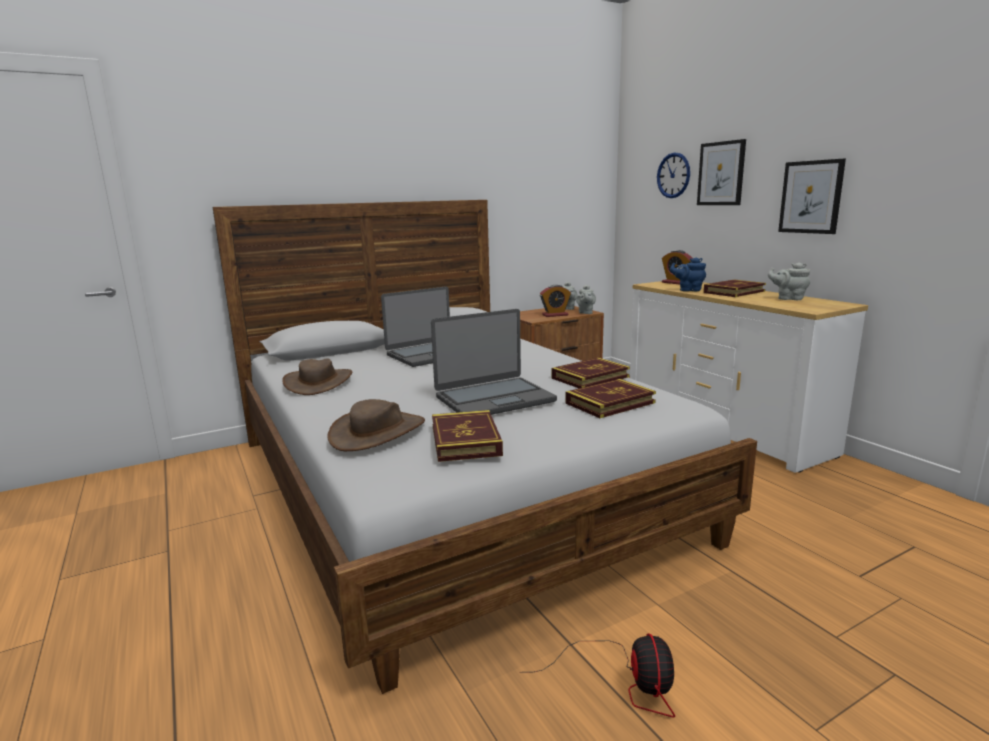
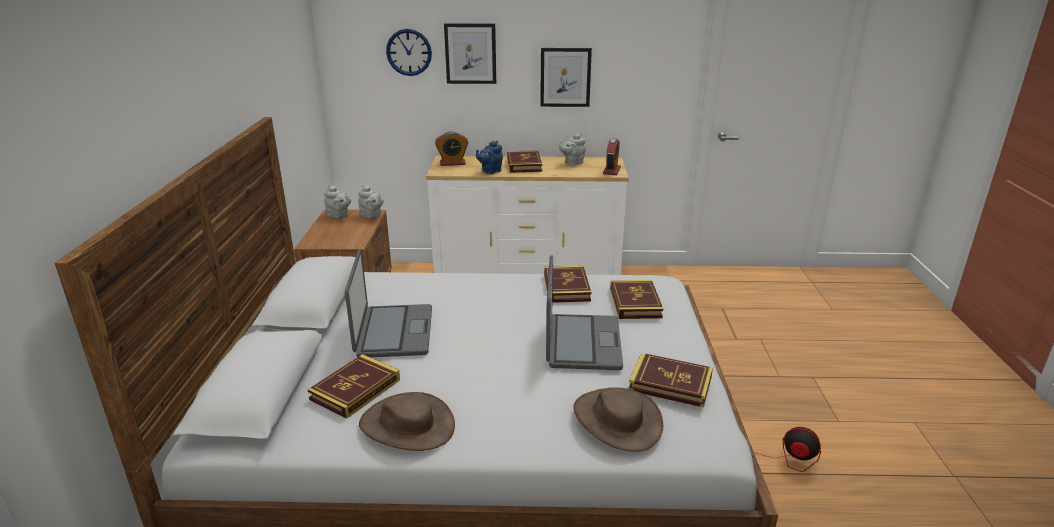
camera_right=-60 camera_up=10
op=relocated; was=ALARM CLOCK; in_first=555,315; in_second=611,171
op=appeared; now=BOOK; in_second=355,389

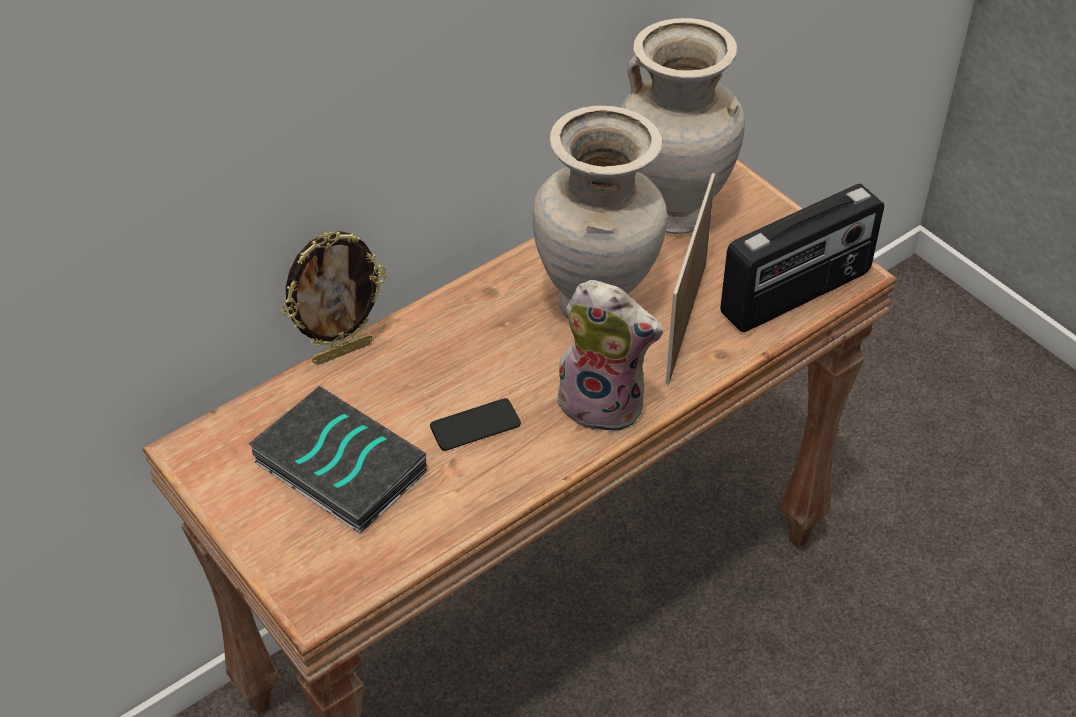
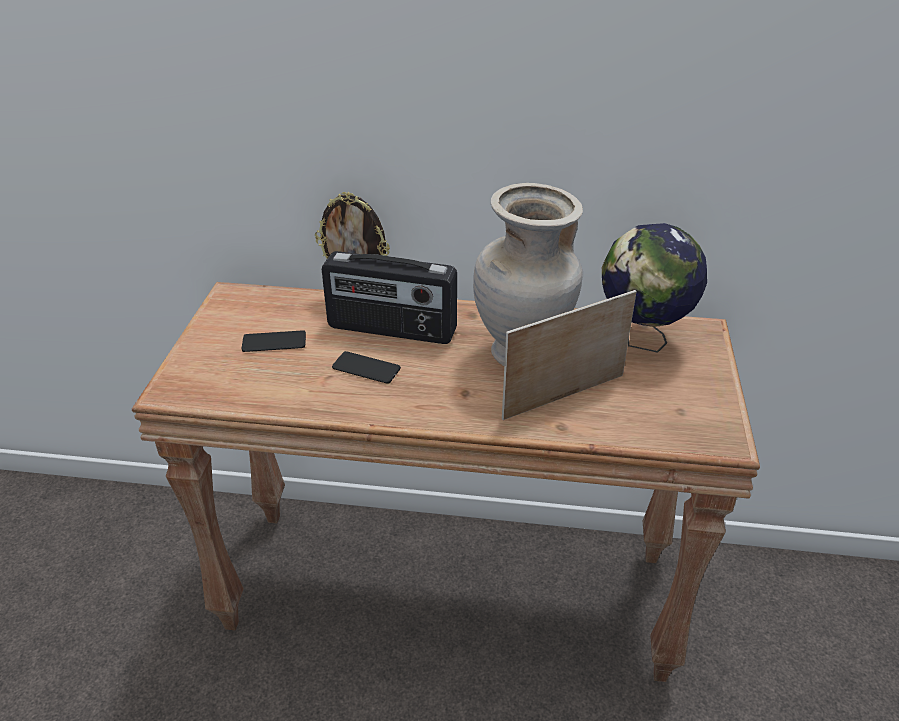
camera_right=45 camera_up=-10
op=exchanged; was=BEIGE VASE; now=GLOBE; in_first=675,212; in_second=642,340
op=relocated; was=RADIO; in_first=797,294; in_second=391,330
op=missing; was=PLUSH TOY; in_first=605,403
op=exchanged; was=BOOK; now=PHONE; in_first=337,468; in_second=274,342

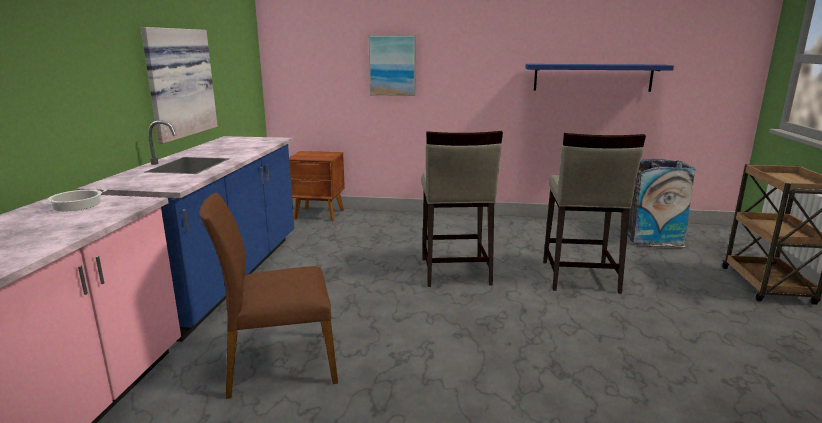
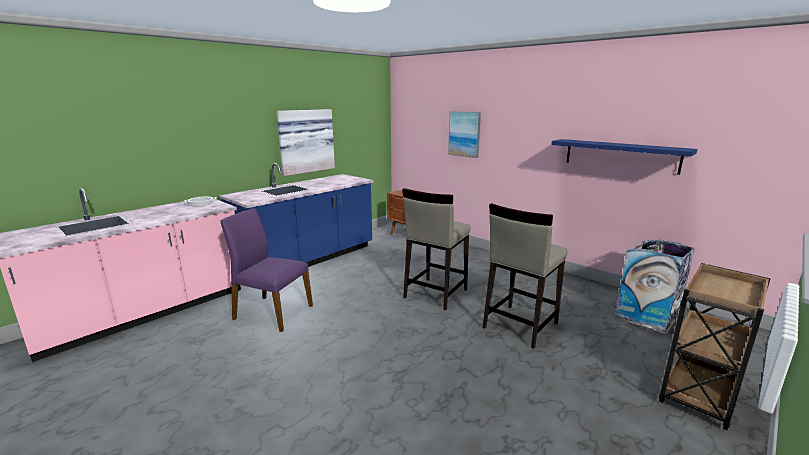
camera_right=35 camera_up=0
op=colour; was=BROWN CHAIR; now=PURPLE CHAIR; in_first=279,364; in_second=272,312

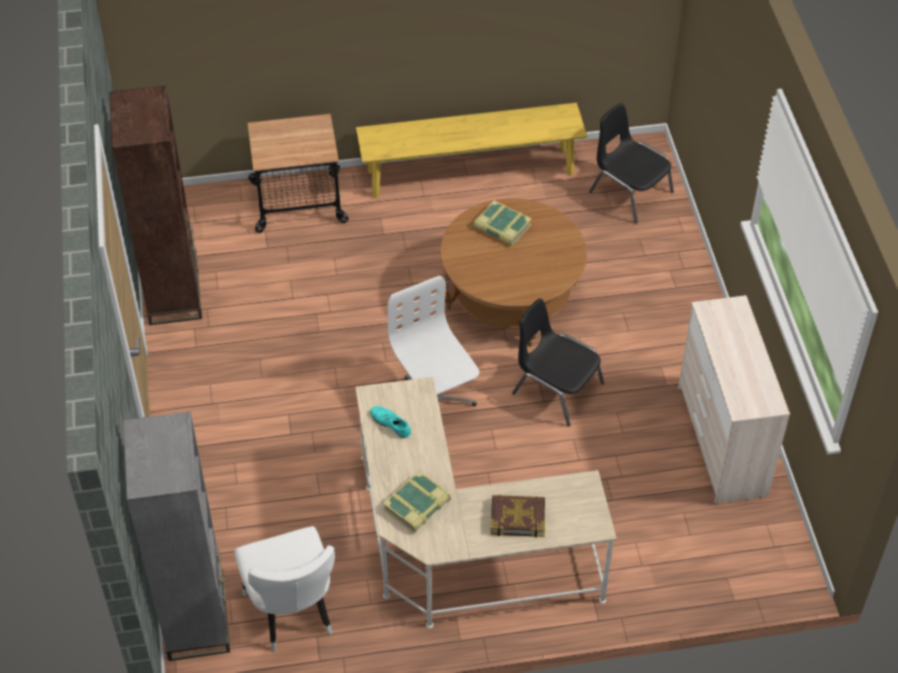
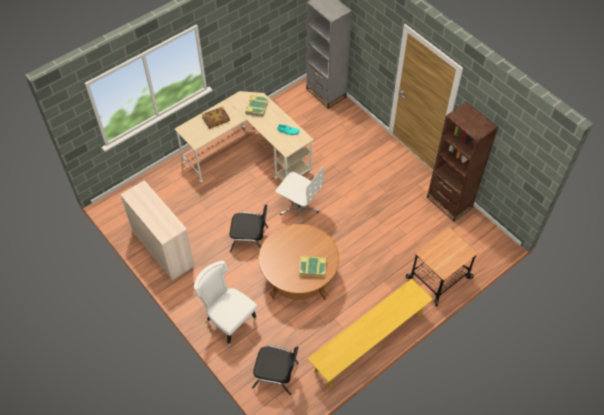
camera_right=150 camera_up=5
op=relocated; was=WHITE CHAIR; in_first=292,614; in_second=228,321

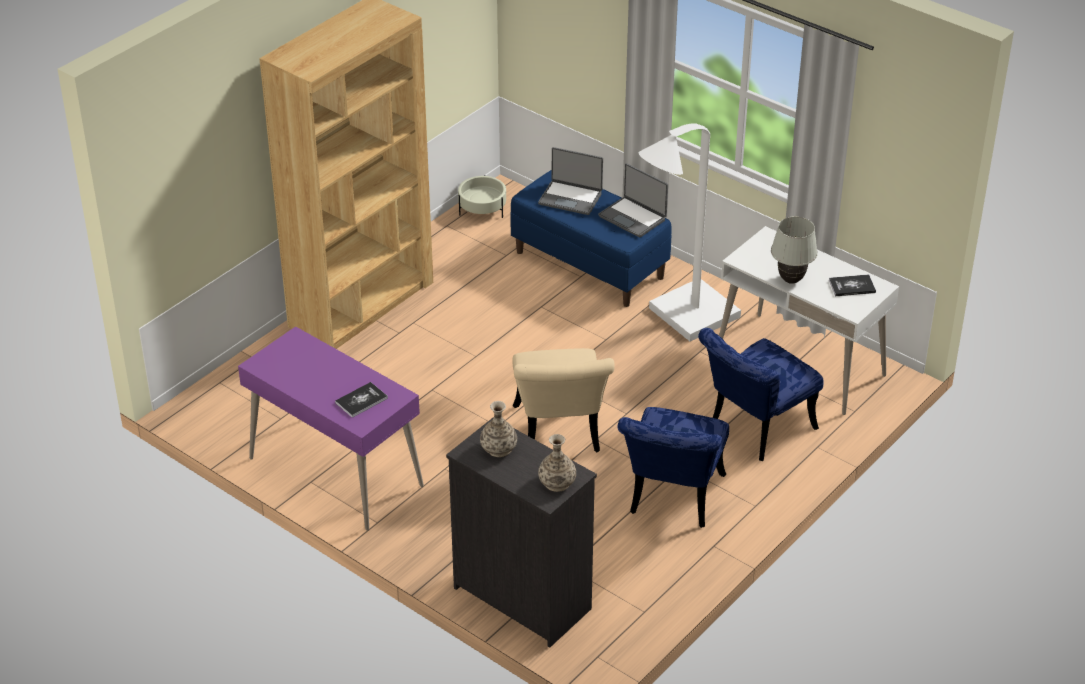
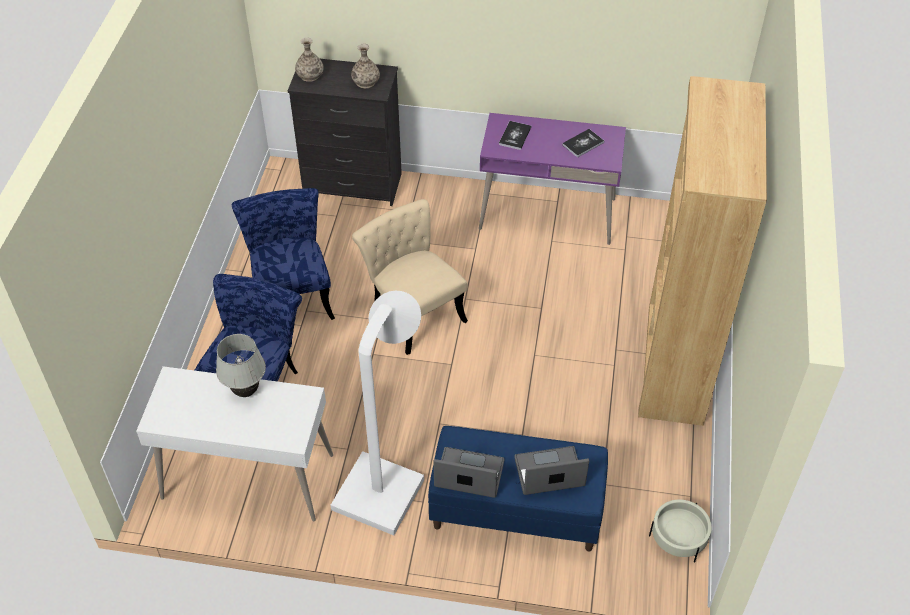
camera_right=150 camera_up=10
op=relocated; was=BOOK; in_first=852,286; in_second=583,143

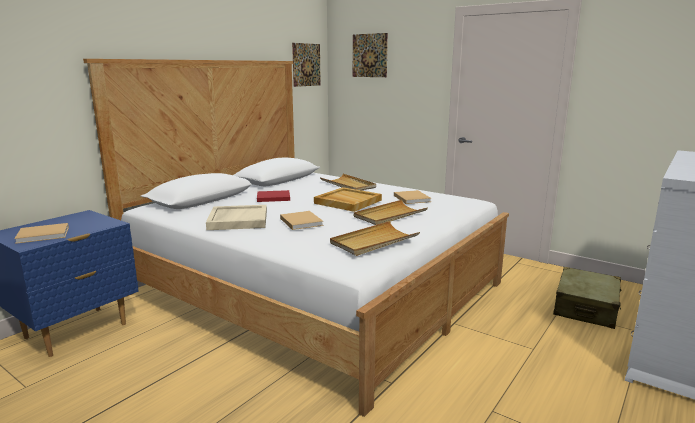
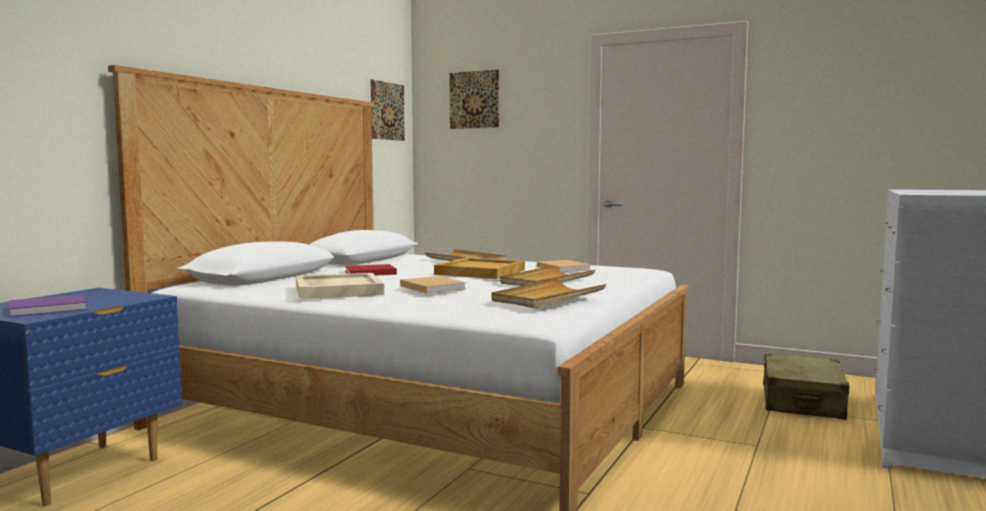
camera_right=-10 camera_up=-10
op=colour; was=BEIGE BOOK; now=PURPLE BOOK; in_first=45,235; in_second=50,308

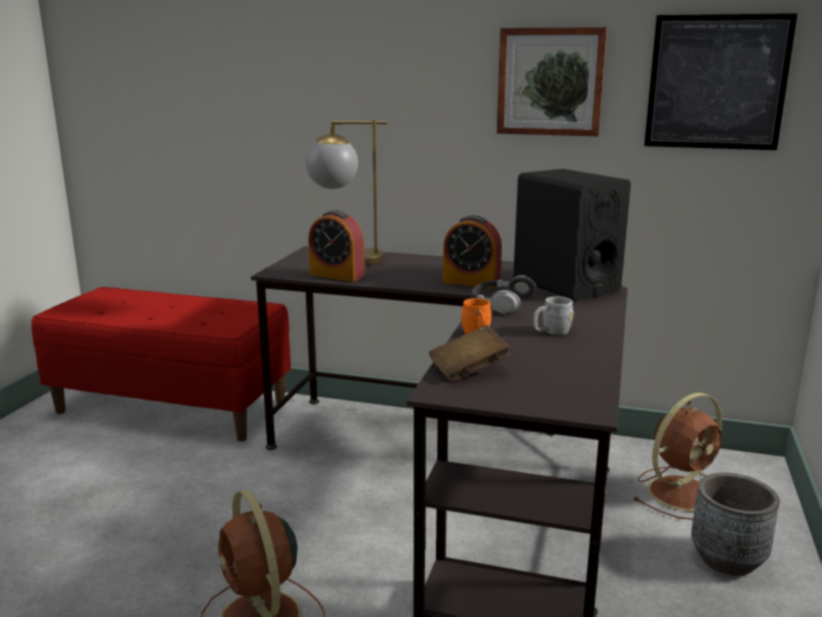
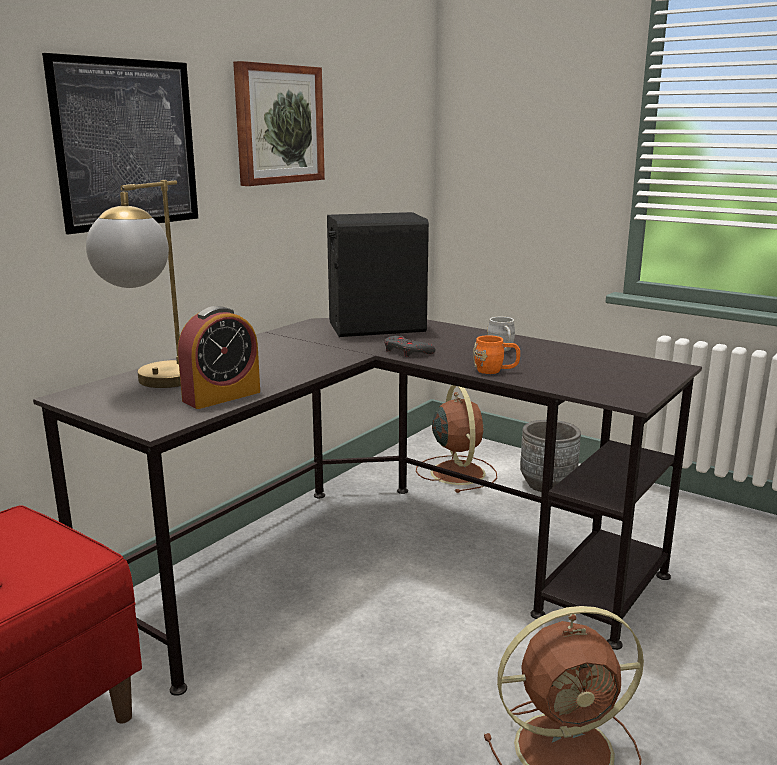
camera_right=-70 camera_up=0
op=relocated; was=PICTURE; in_first=716,82; in_second=127,144
op=missing; was=ALARM CLOCK; in_first=471,282
op=exchanged; was=HEADPHONES; now=GREY GAME CONTROLLER; in_first=500,303; in_second=407,351
op=missing; was=BROWN BOOK; in_first=469,370

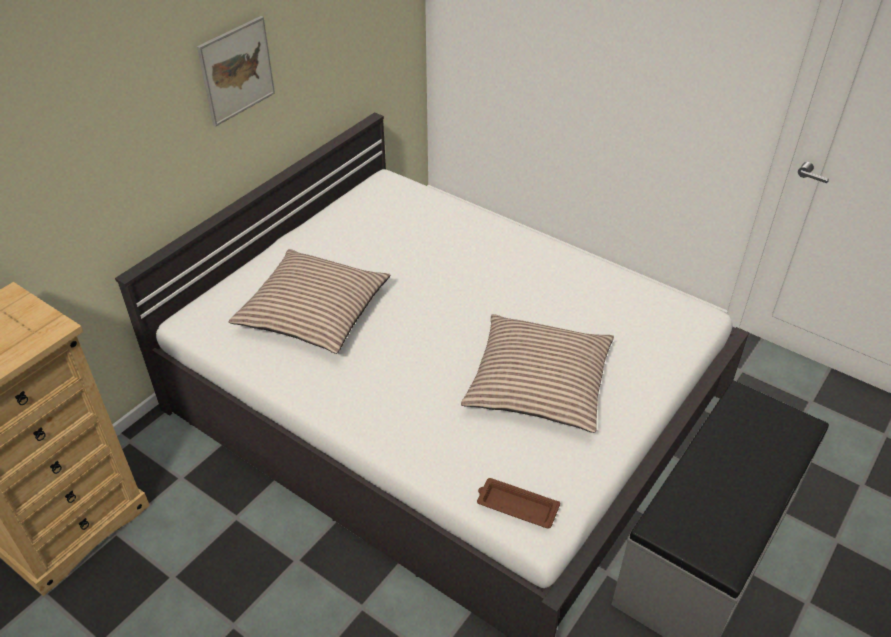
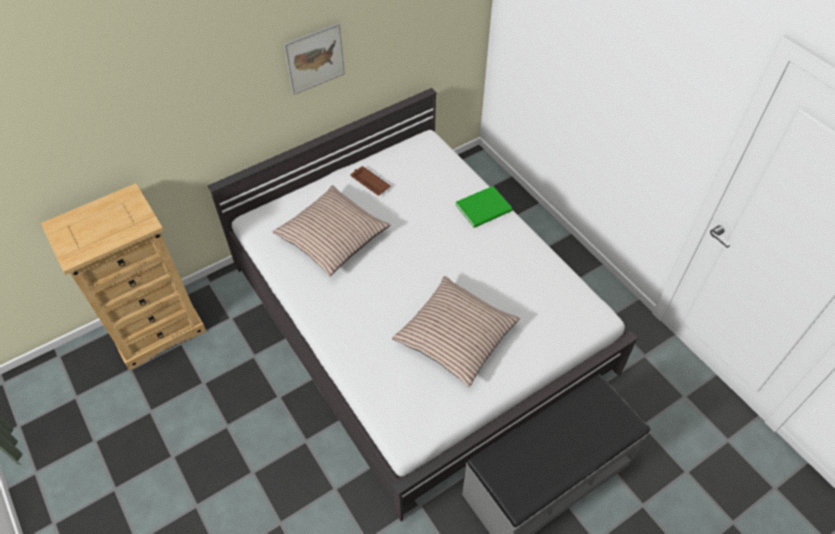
camera_right=20 camera_up=10
op=relocated; was=BROWN TRAY; in_first=516,506; in_second=369,182
op=appeared; now=GREEN BOOK; in_second=485,208

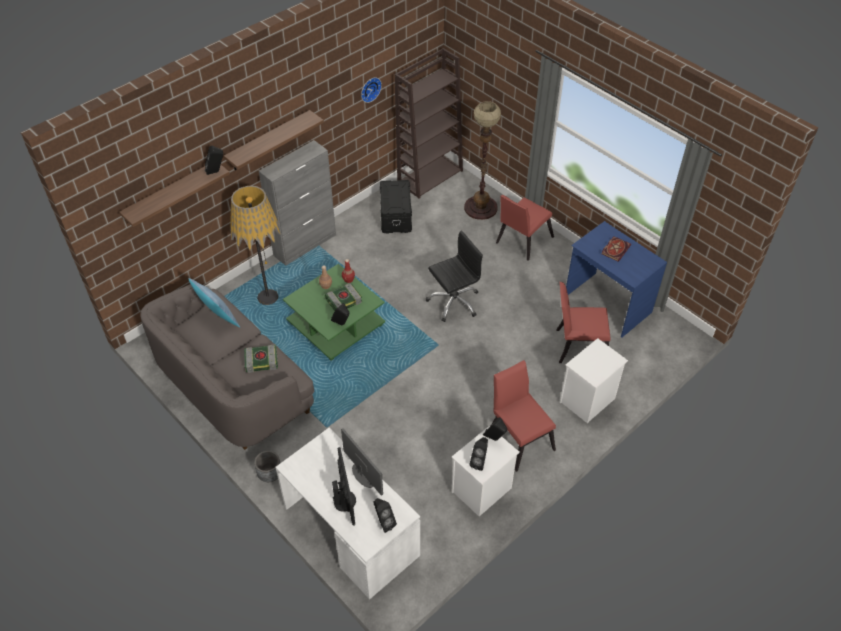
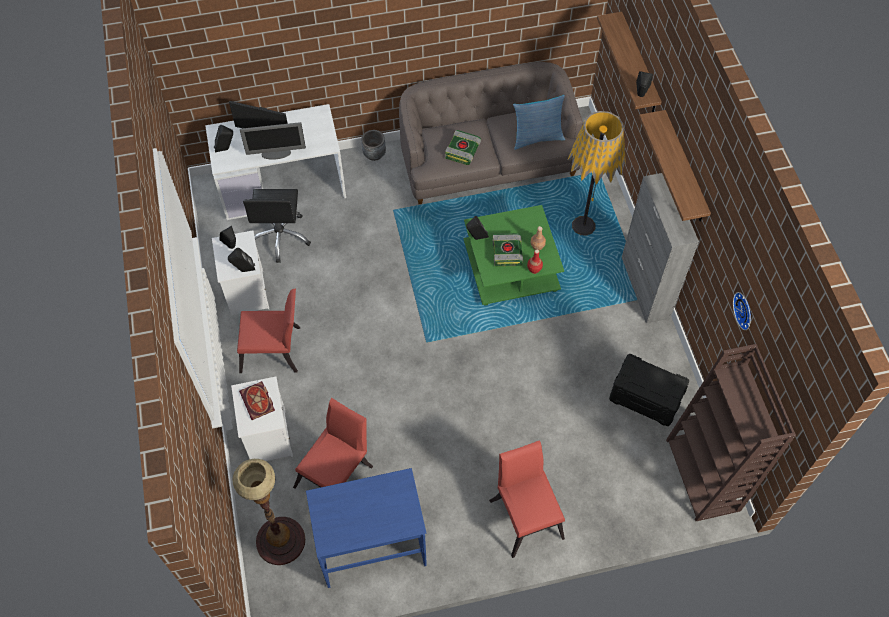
camera_right=120 camera_up=10
op=relocated; was=FLOOR LAMP; in_first=480,208; in_second=280,540
op=relocated; was=BLACK OFFICE CHAIR; in_first=453,302; in_second=281,237
op=relocated; was=BOOK; in_first=615,249; in_second=258,402

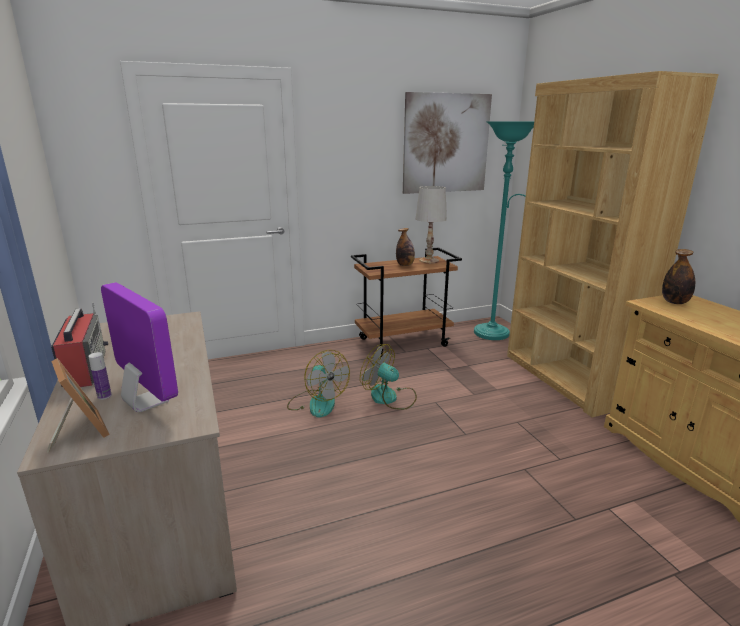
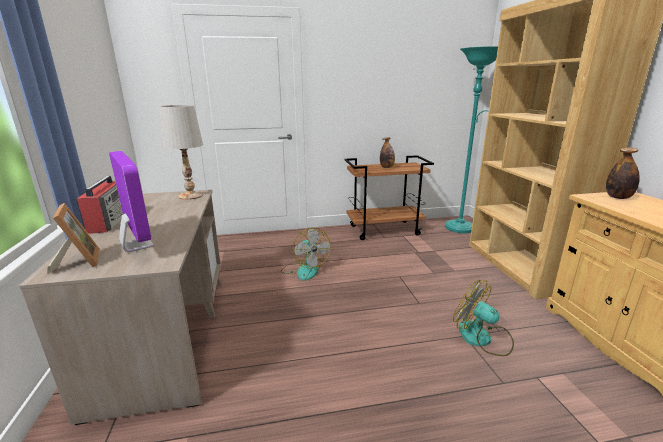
camera_right=10 camera_up=0
op=missing; was=PICTURE; in_first=446,144
op=relocated; was=WHITE TABLE LAMP; in_first=429,260; in_second=191,196
op=relocated; was=FAN; in_first=390,398; in_second=482,338
op=missing; was=BOTTLE; in_first=104,396

